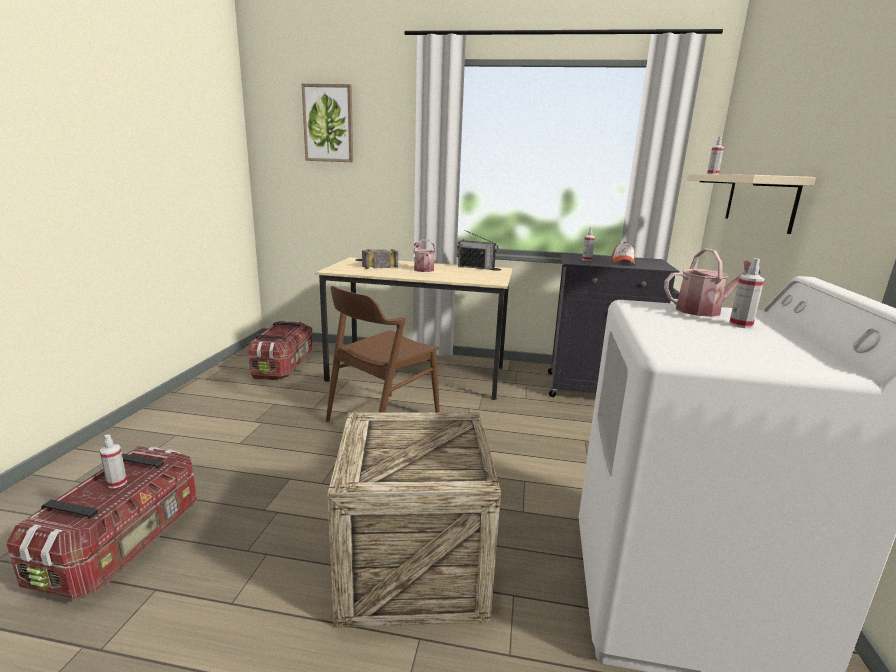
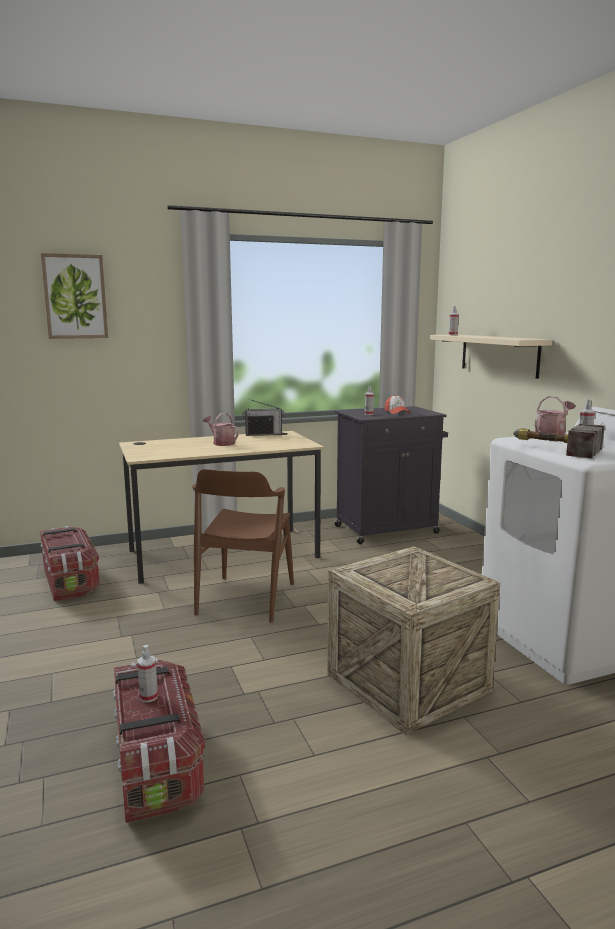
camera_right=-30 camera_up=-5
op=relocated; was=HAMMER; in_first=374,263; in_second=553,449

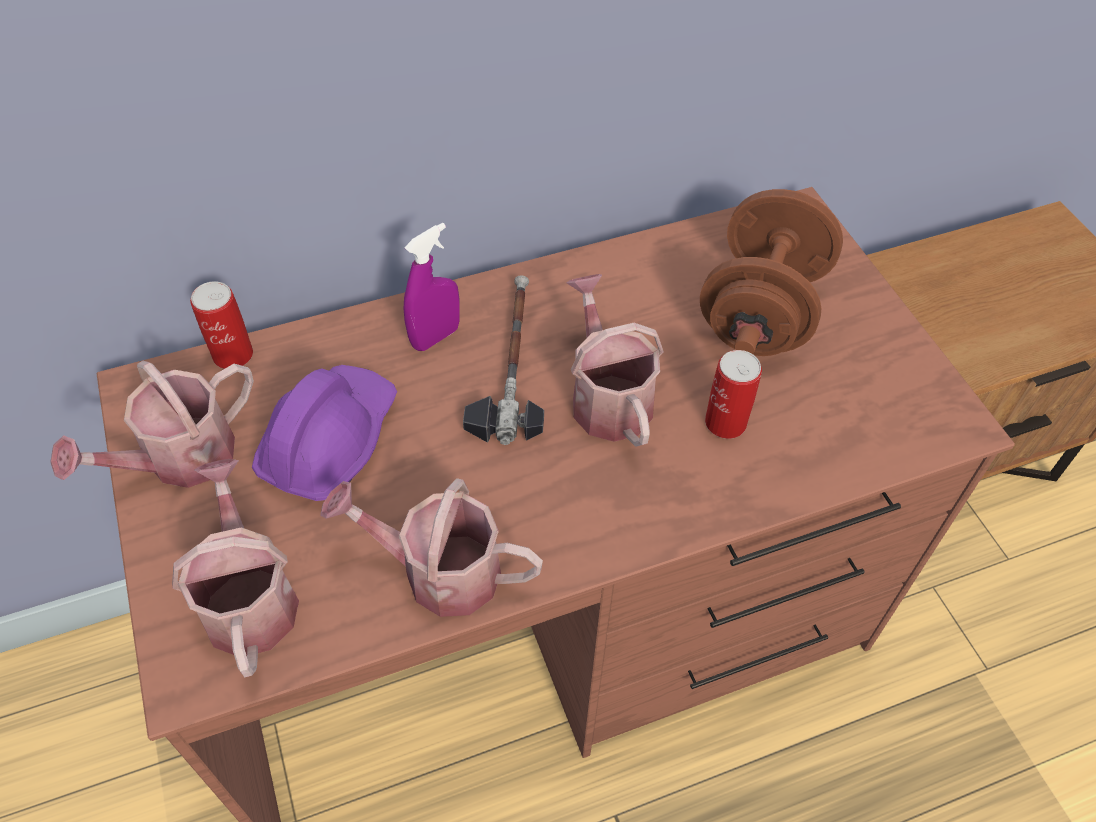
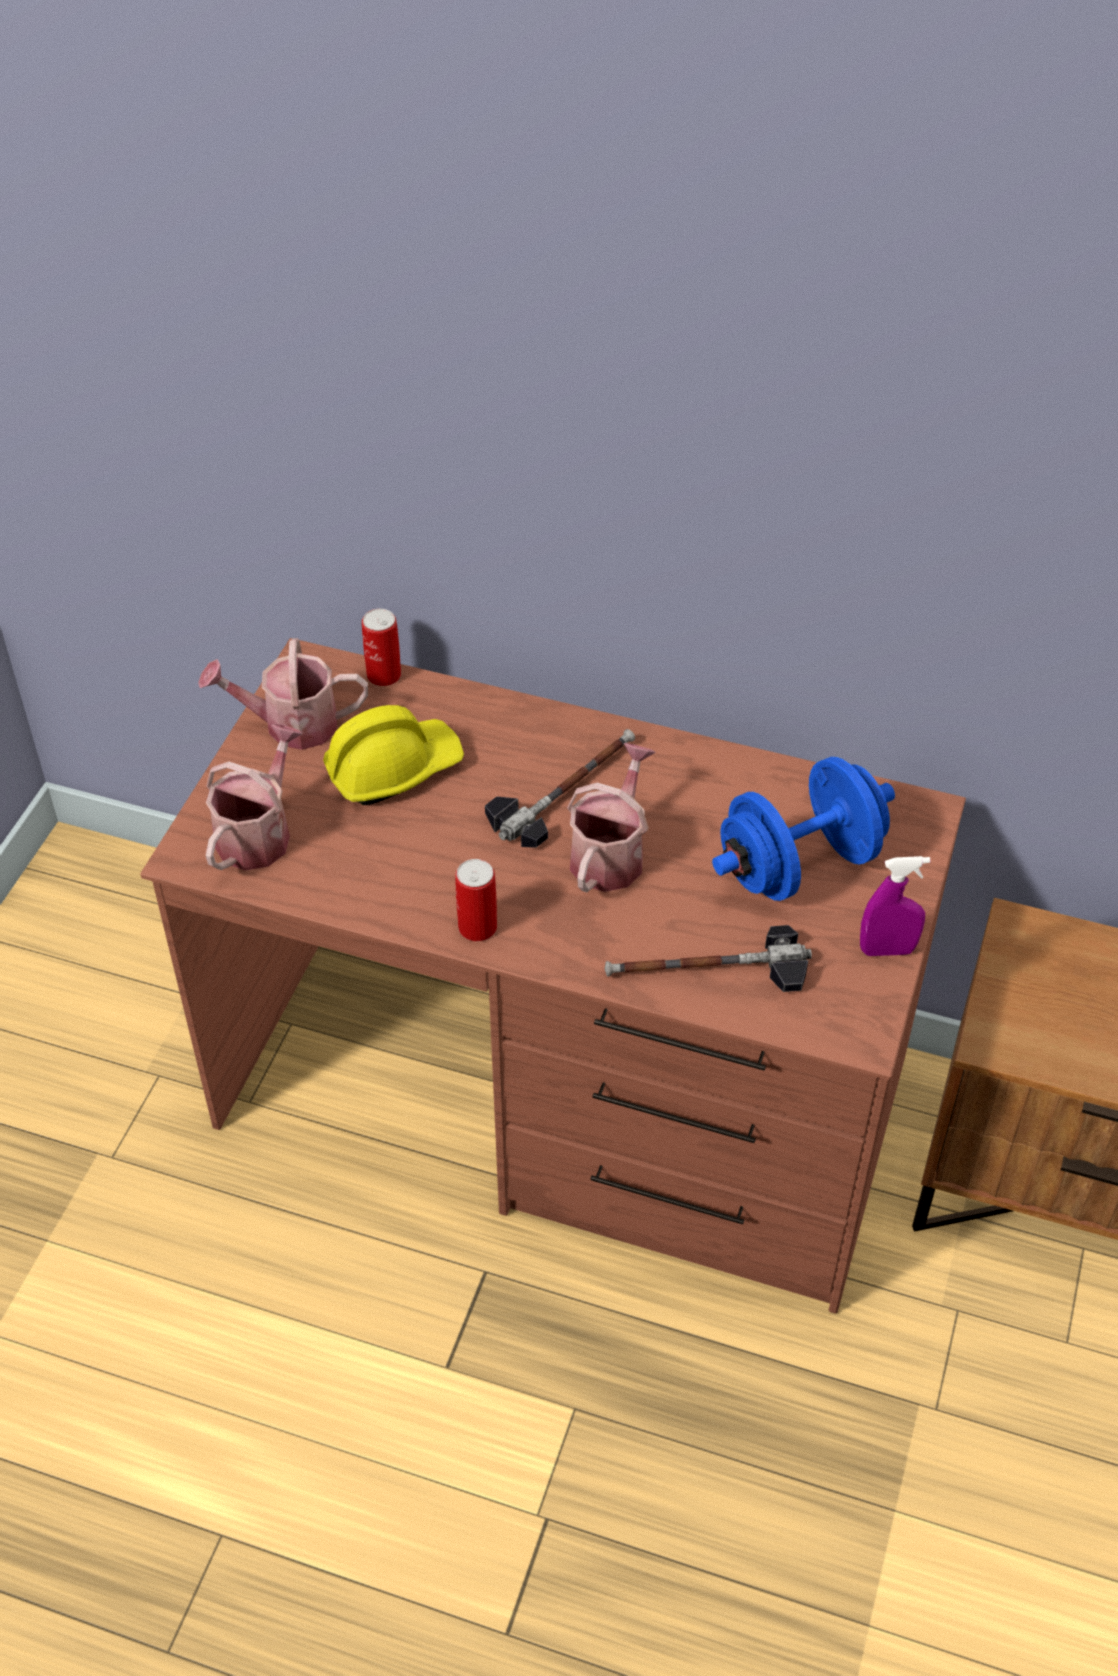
camera_right=40 camera_up=-5
op=colour; was=BROWN DUMBBELL; now=BLUE DUMBBELL; in_first=761,311; in_second=799,865
op=relocated; was=PURPLE SPRAY BOTTLE; in_first=435,337; in_second=887,950
op=relocated; was=CAN; in_first=725,422; in_second=477,927
op=colour; was=PURPLE HARD HAT; now=YELLOW HARD HAT; in_first=330,441; in_second=393,769
op=missing; was=WATERING CAN; in_first=439,571
op=appeared; now=HAMMER; in_second=707,971

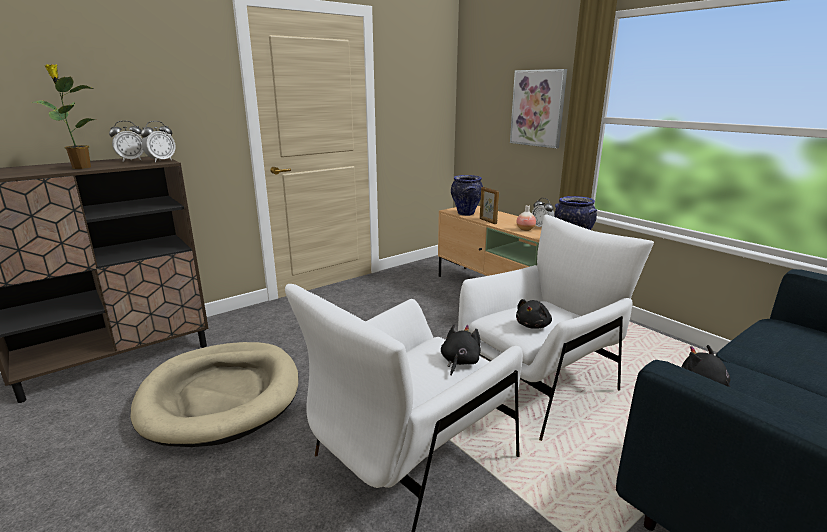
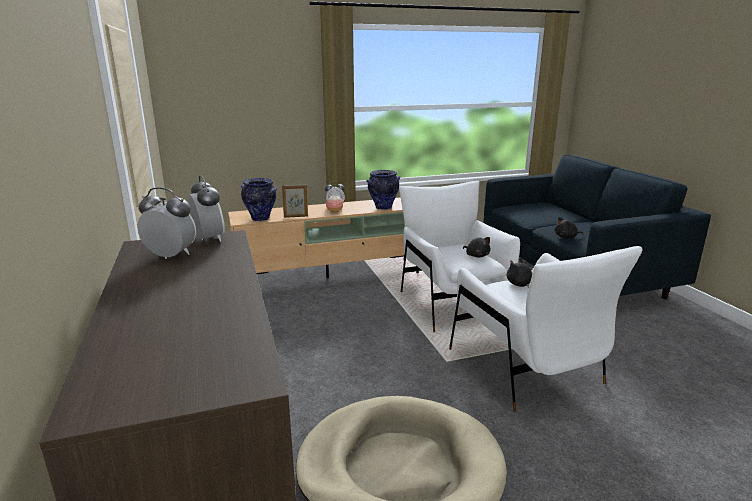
camera_right=-70 camera_up=0
op=missing; was=POTTED PLANT; in_first=80,167
op=missing; was=PICTURE; in_first=538,108
op=spun; was=ALARM CLOCK; in_first=131,160; in_second=171,256; clockwise=-60

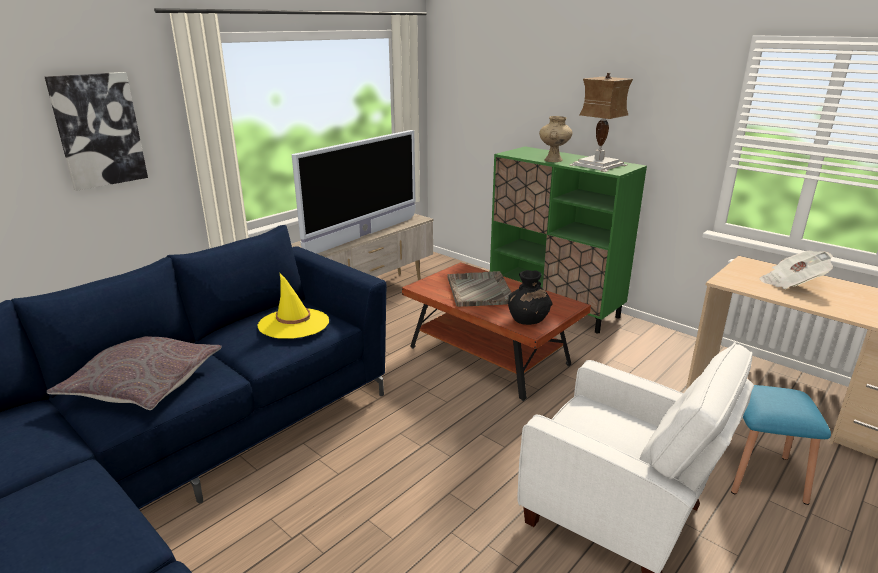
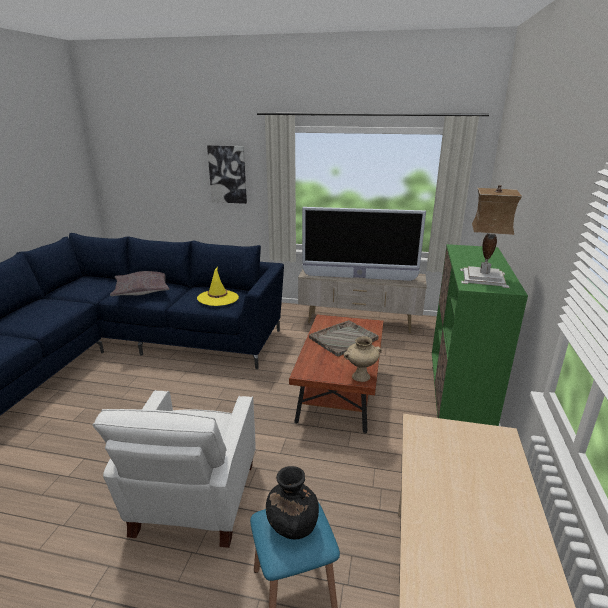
camera_right=60 camera_up=0
op=relocated; was=BEIGE VASE; in_first=553,160; in_second=361,377
op=missing; was=NEWSPAPER; in_first=791,283
op=relocated; was=BLACK VASE; in_first=528,320; in_second=291,525

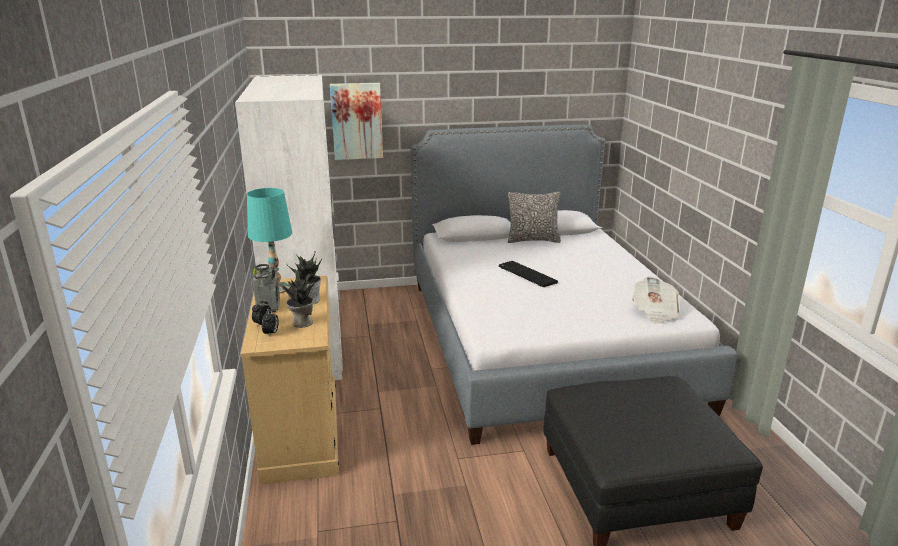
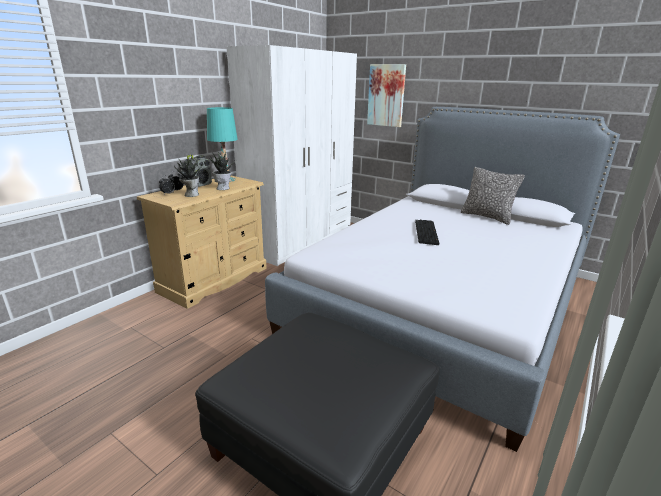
camera_right=45 camera_up=0
op=missing; was=NEWSPAPER; in_first=654,312

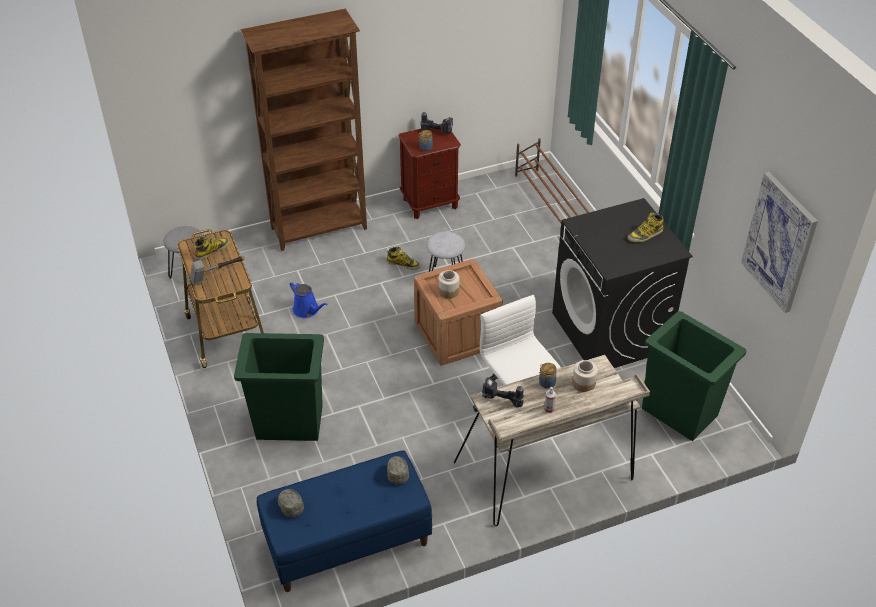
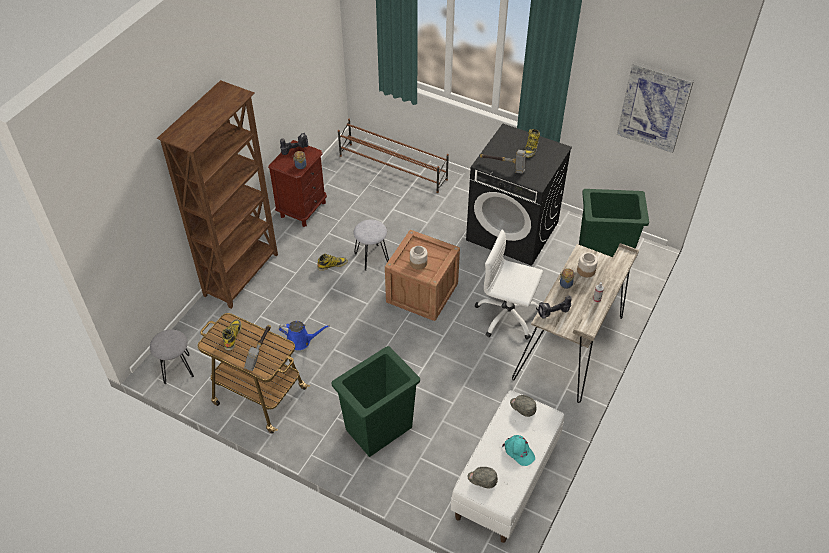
camera_right=-40 camera_up=5
op=colour; was=BLUE BENCH; now=WHITE BENCH; in_first=347,543; in_second=506,481
op=appeared; now=HAMMER; in_second=503,166
op=appeared; now=TURQUOISE CAP; in_second=518,451

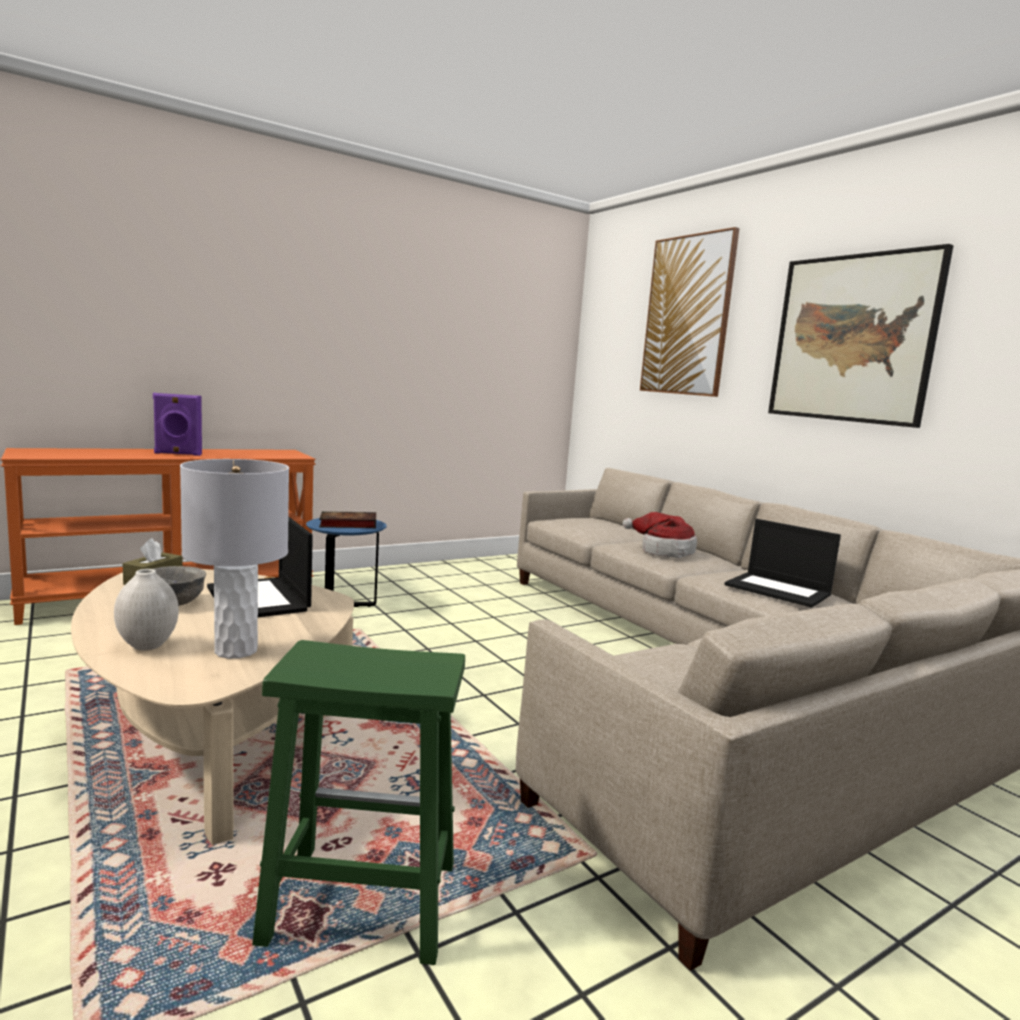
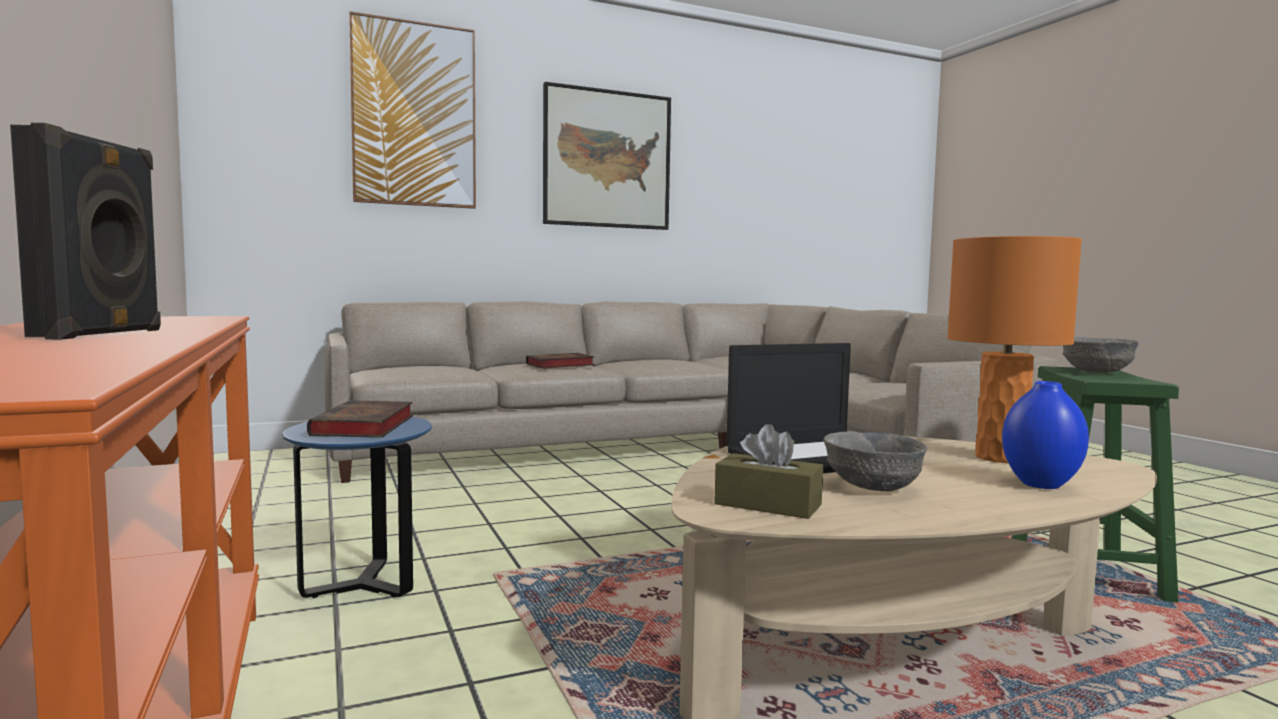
camera_right=-80 camera_up=-5
op=colour; was=PURPLE SPEAKER; now=BLACK SPEAKER; in_first=178,454; in_second=103,334
op=colour; was=GREY TABLE LAMP; now=ORANGE TABLE LAMP; in_first=235,651; in_second=1001,458
op=exchanged; was=HAT; now=BOOK; in_first=663,551; in_second=558,365
op=missing; was=LAPTOP; in_first=779,590
op=colour; was=WHITE VASE; now=BLUE VASE; in_first=147,645; in_second=1040,485
op=appeared; now=GREY BOWL; in_second=1097,371

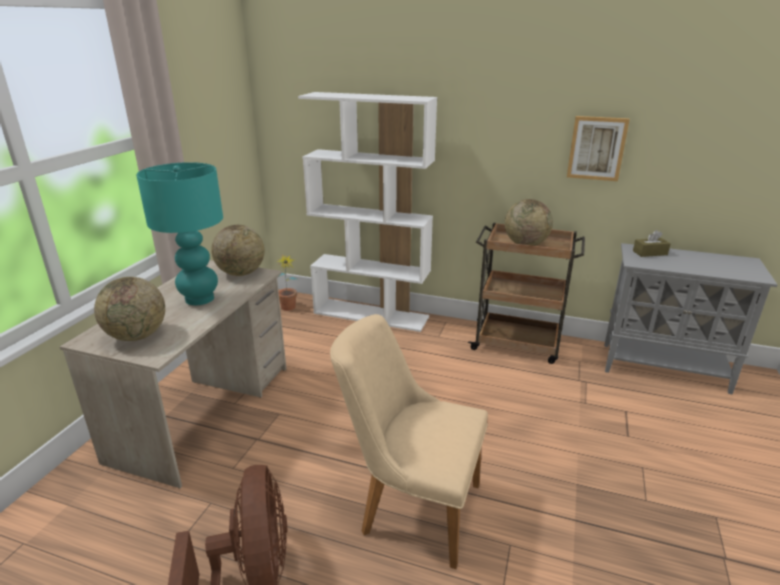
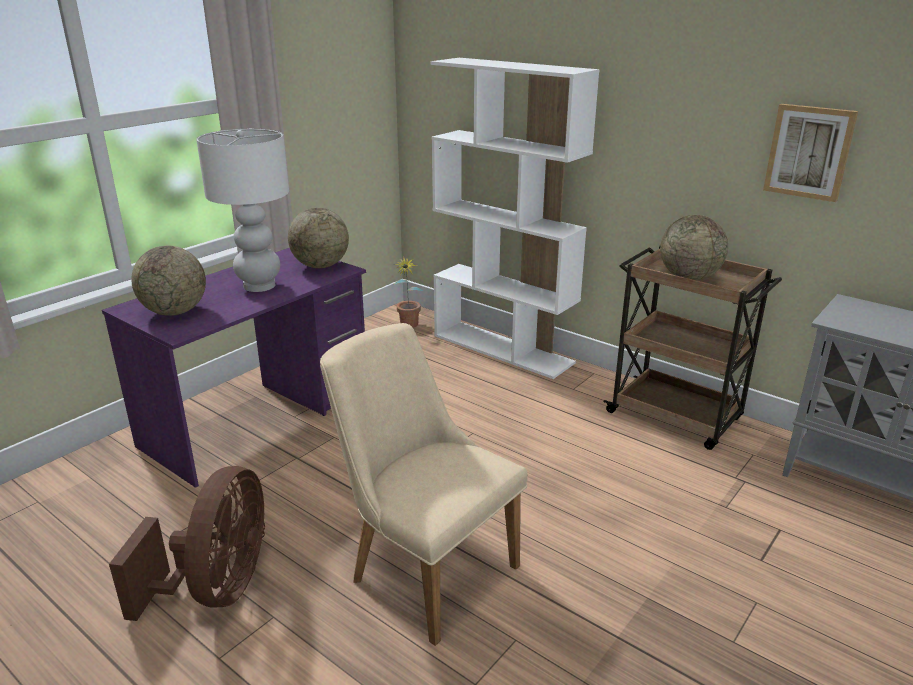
camera_right=20 camera_up=0
op=colour; was=TURQUOISE TABLE LAMP; now=WHITE TABLE LAMP; in_first=199,299; in_second=259,286
op=missing; was=BROWN TISSUE BOX; in_first=650,253
op=colour; was=BEIGE DESK; now=PURPLE DESK; in_first=205,411; in_second=259,418

